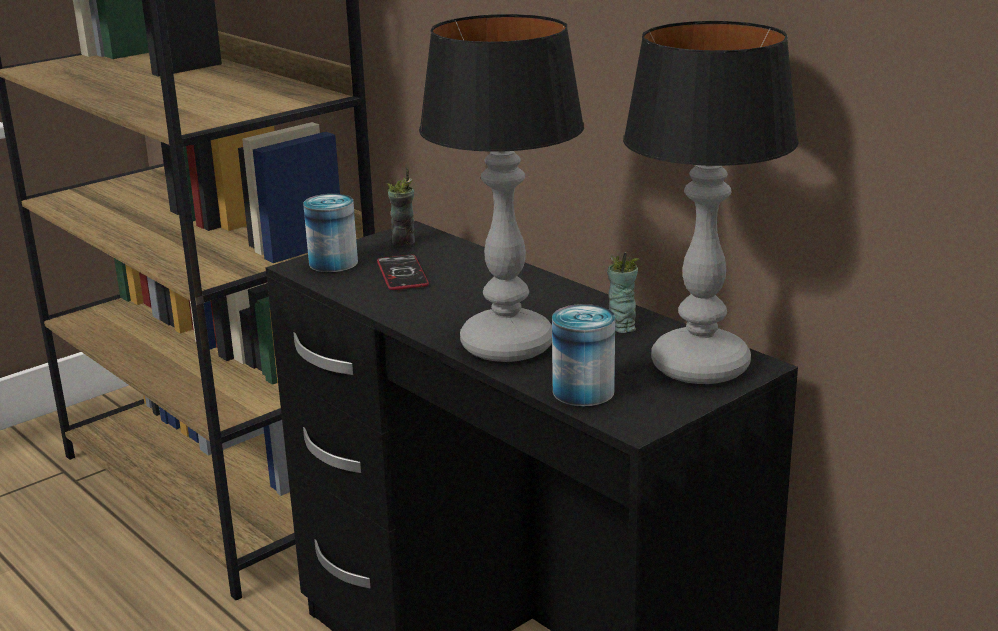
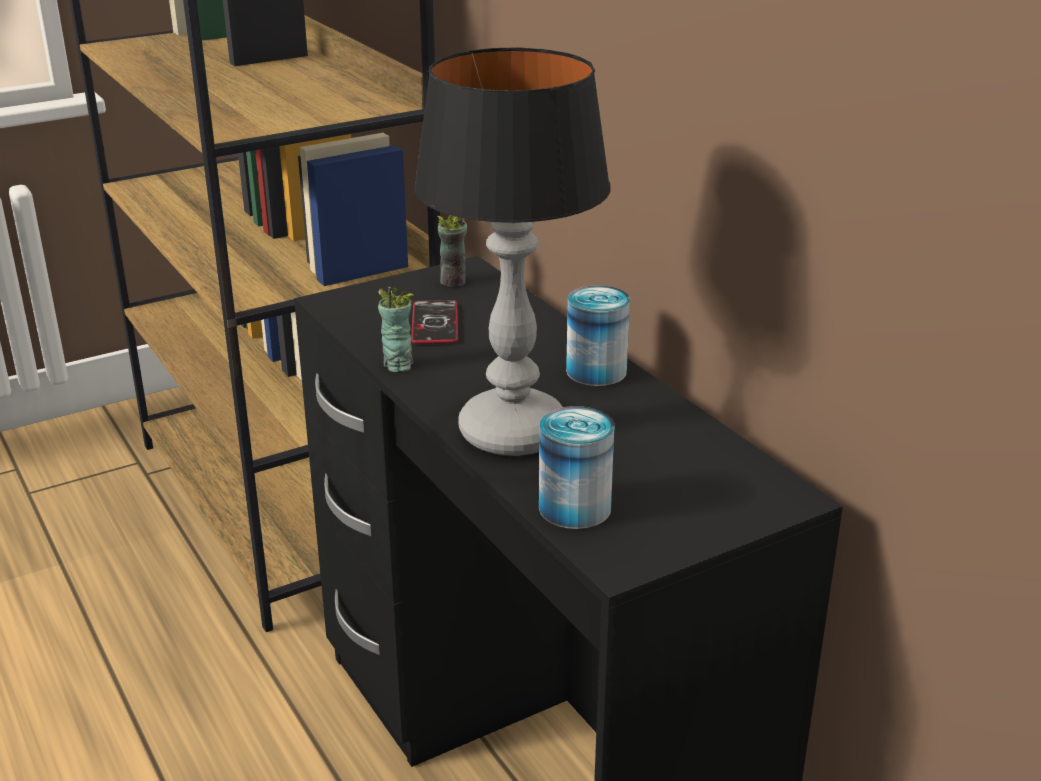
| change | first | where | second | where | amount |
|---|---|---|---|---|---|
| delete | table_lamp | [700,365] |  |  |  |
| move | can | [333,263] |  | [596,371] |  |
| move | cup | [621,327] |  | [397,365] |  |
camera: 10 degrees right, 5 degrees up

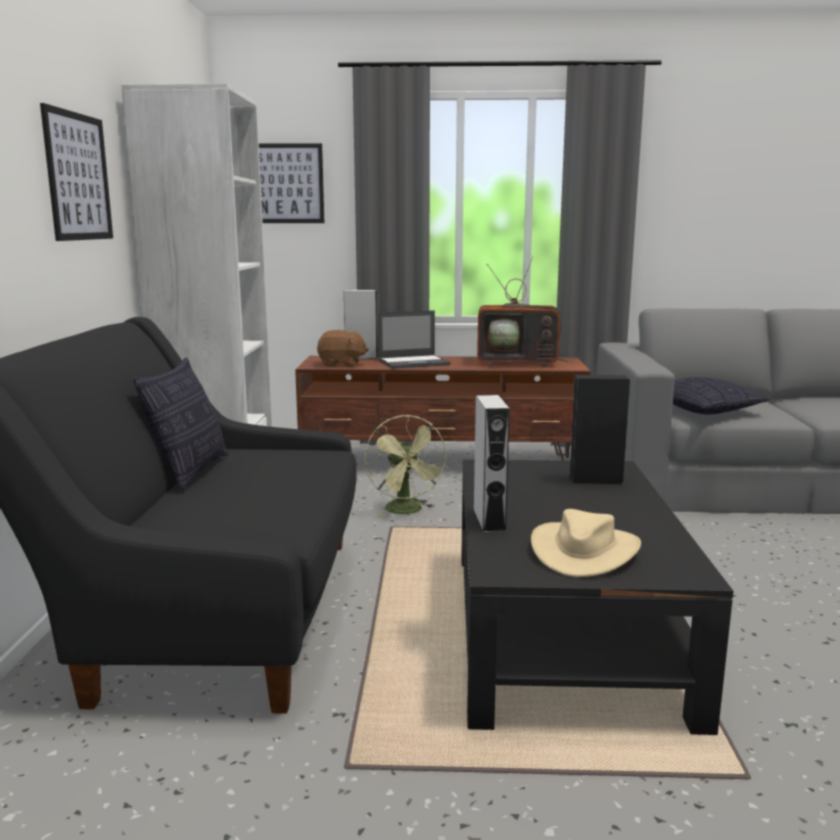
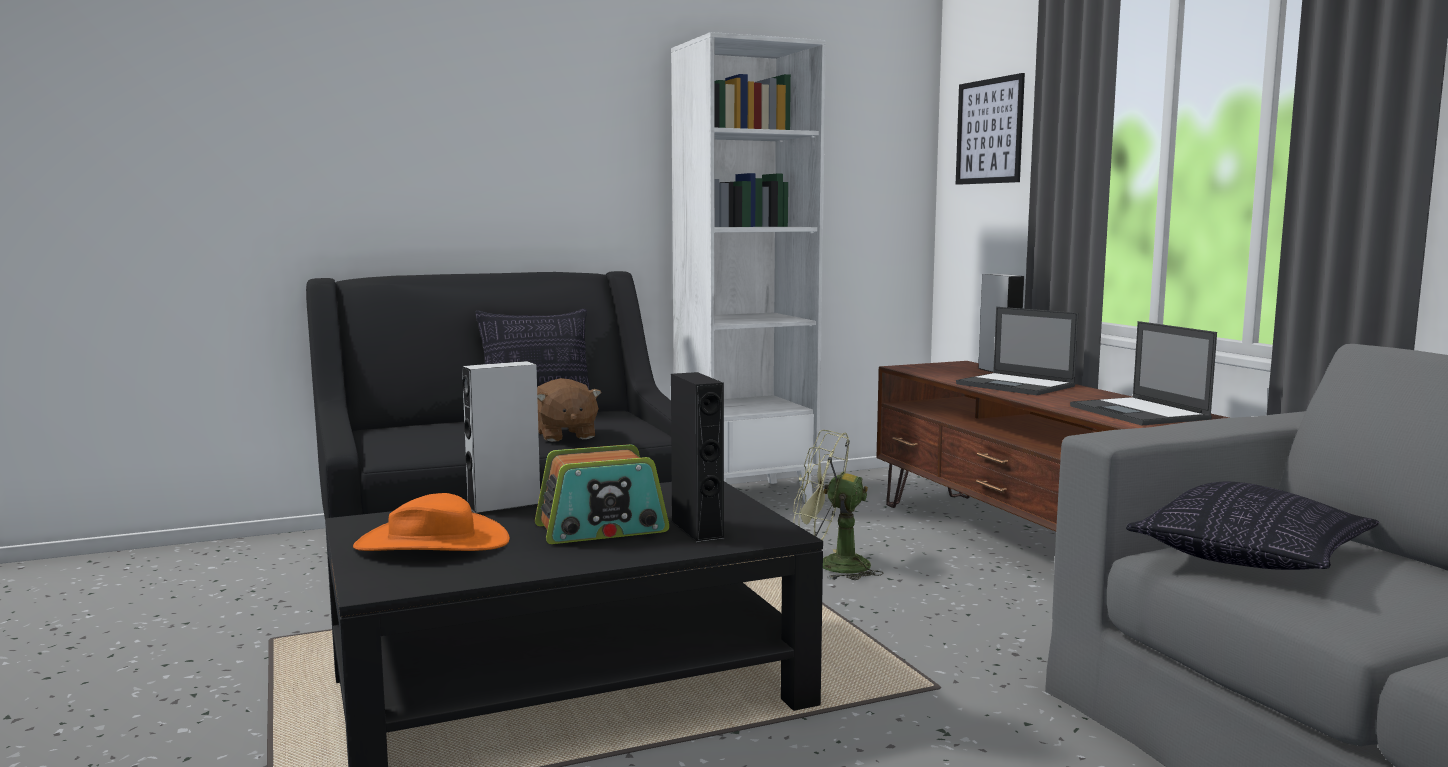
| change | first | where | second | where | amount |
|---|---|---|---|---|---|
| delete | picture | [78,177] |  |  |  |
| insert |  |  | radio | [602,529] |  |
| move | brown_plush_toy | [341,364] |  | [565,435] |  |
| replace | television | [519,362] | laptop | [1140,413] |  |
| recolor | beige_hat | [584,550] | orange_hat | [432,543] |  |
| rotate | green_fan | [407,511] |  | [832,565] | 60 degrees clockwise |
camera: 65 degrees right, 5 degrees down

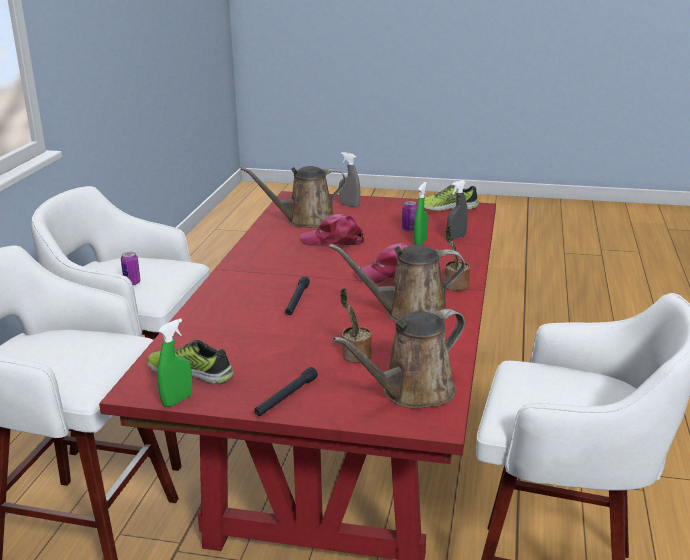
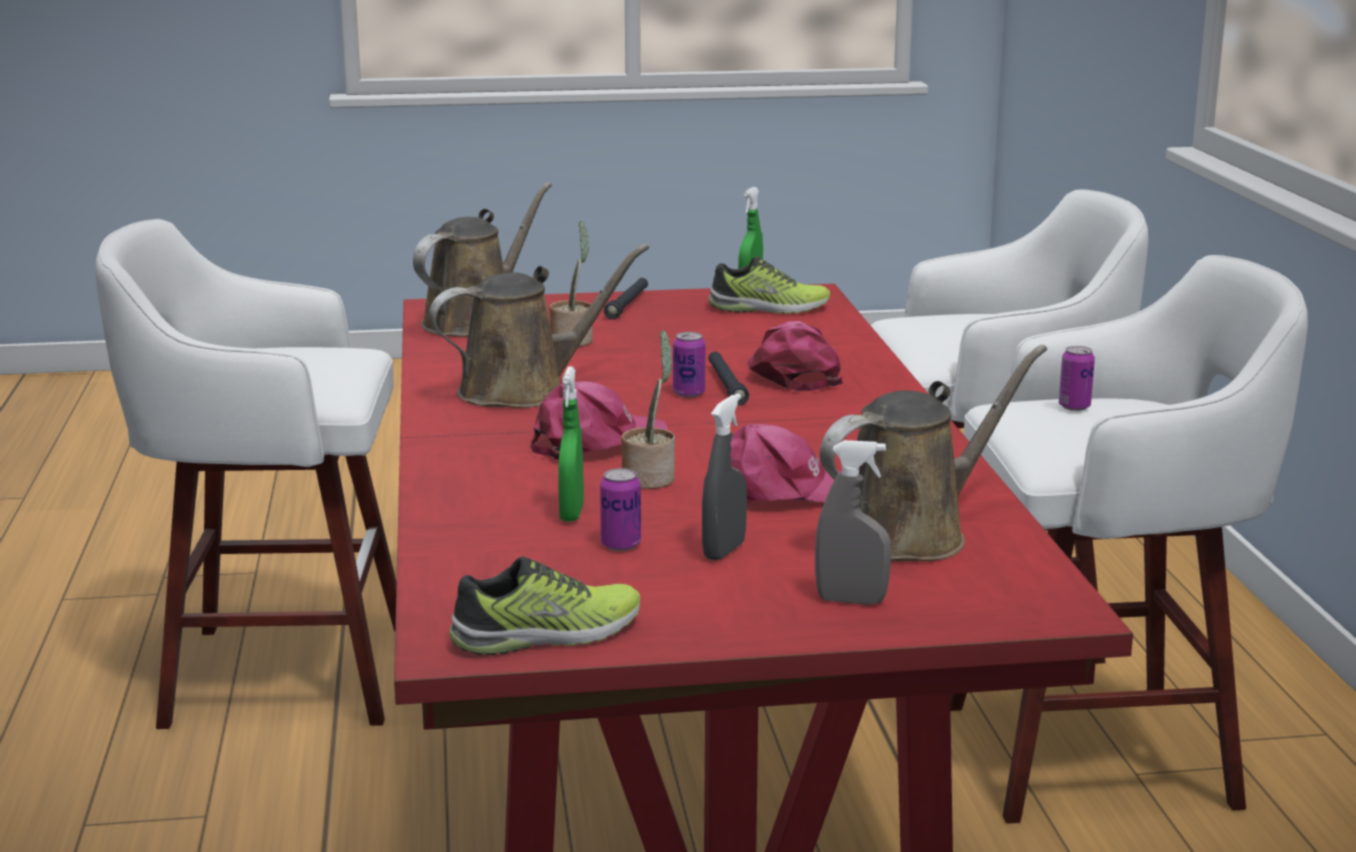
| change | first | where | second | where | amount |
|---|---|---|---|---|---|
| insert |  |  | can | [689,393] |  |
| insert |  |  | pink_cap | [792,374] |  |
| move | potted_plant | [454,286] |  | [650,478] |  |
| move | grey_spray_bottle | [456,238] |  | [724,551] |  |
camera: 160 degrees right, 5 degrees down

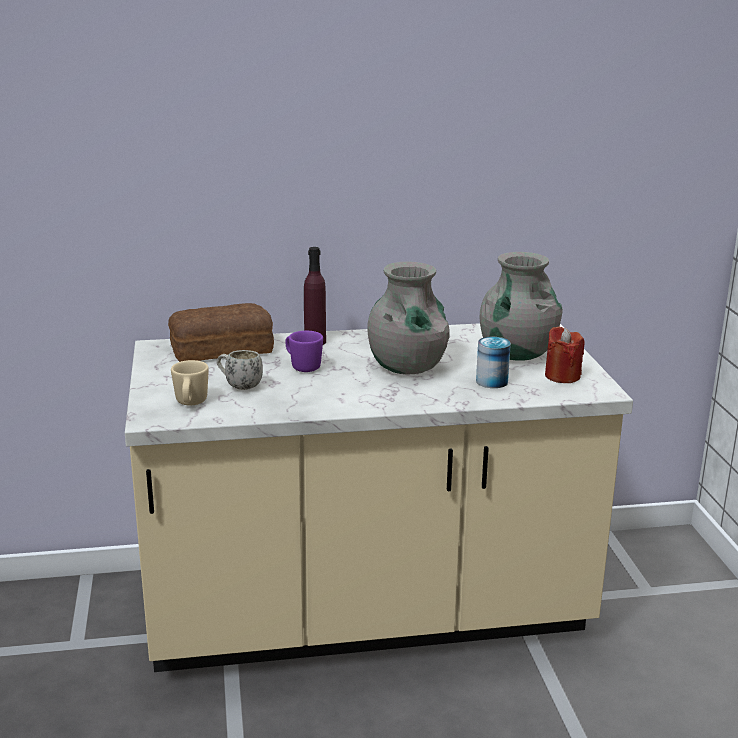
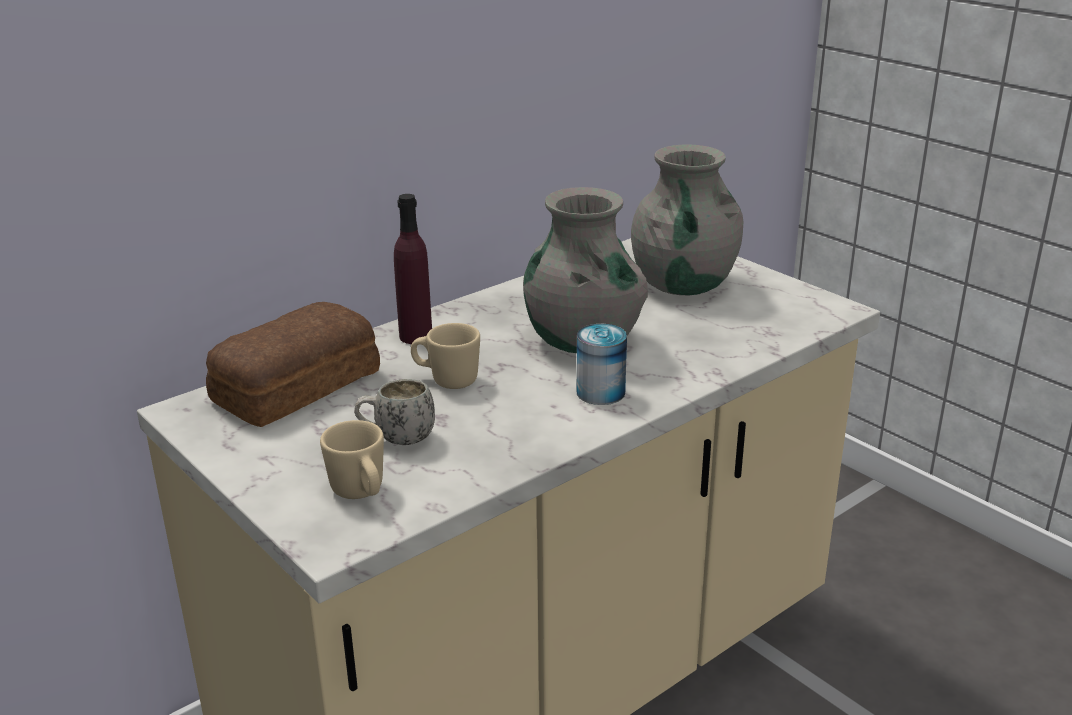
| change | first | where | second | where | amount |
|---|---|---|---|---|---|
| delete | red_candle | [562,376] |  |  |  |
| move | can | [491,381] |  | [600,392] |  |
| recolor | purple_mug | [302,366] | beige_mug | [446,380] |  |
camera: 30 degrees left, 5 degrees up

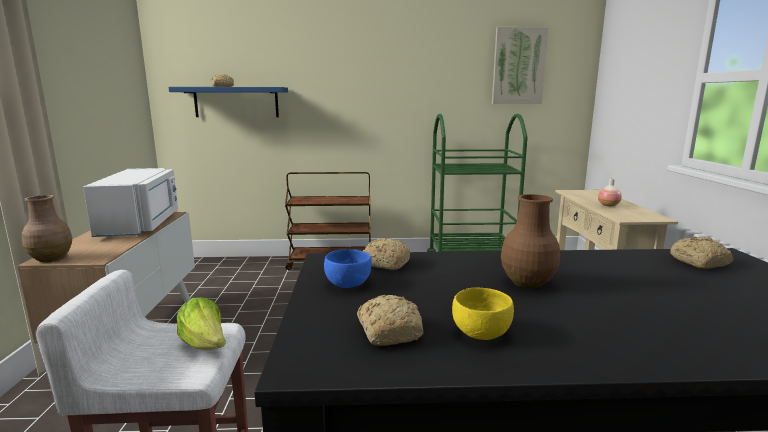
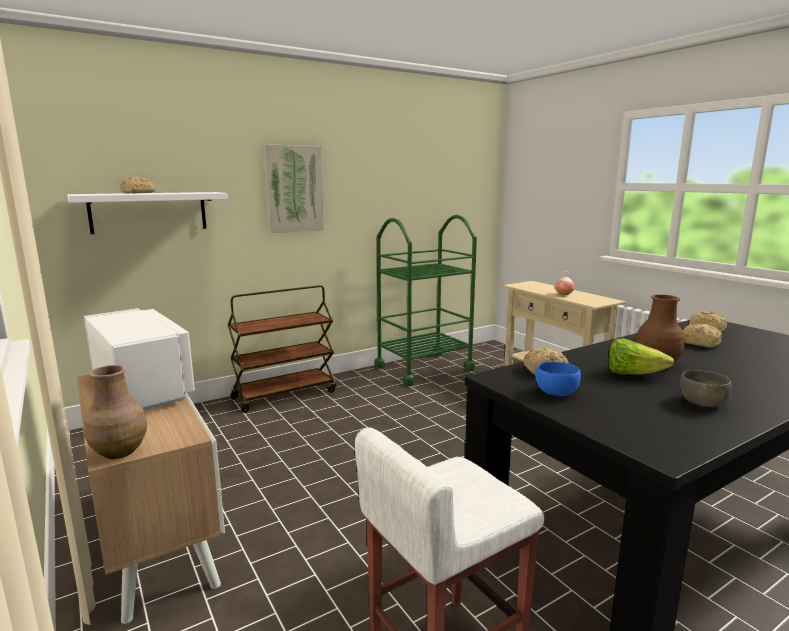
| change | first | where | second | where | amount |
|---|---|---|---|---|---|
| move | lettuce | [206,346] |  | [632,374] |  |
| move | bread | [390,331] |  | [698,343] |  |
| move | picture | [518,66] |  | [294,189] |  |
| recolor | blue_shelf | [236,102] | white_shelf | [149,212] |  |
| recolor | yellow_bowl | [480,332] | grey_bowl | [702,403] |  |
camera: 30 degrees left, 0 degrees up

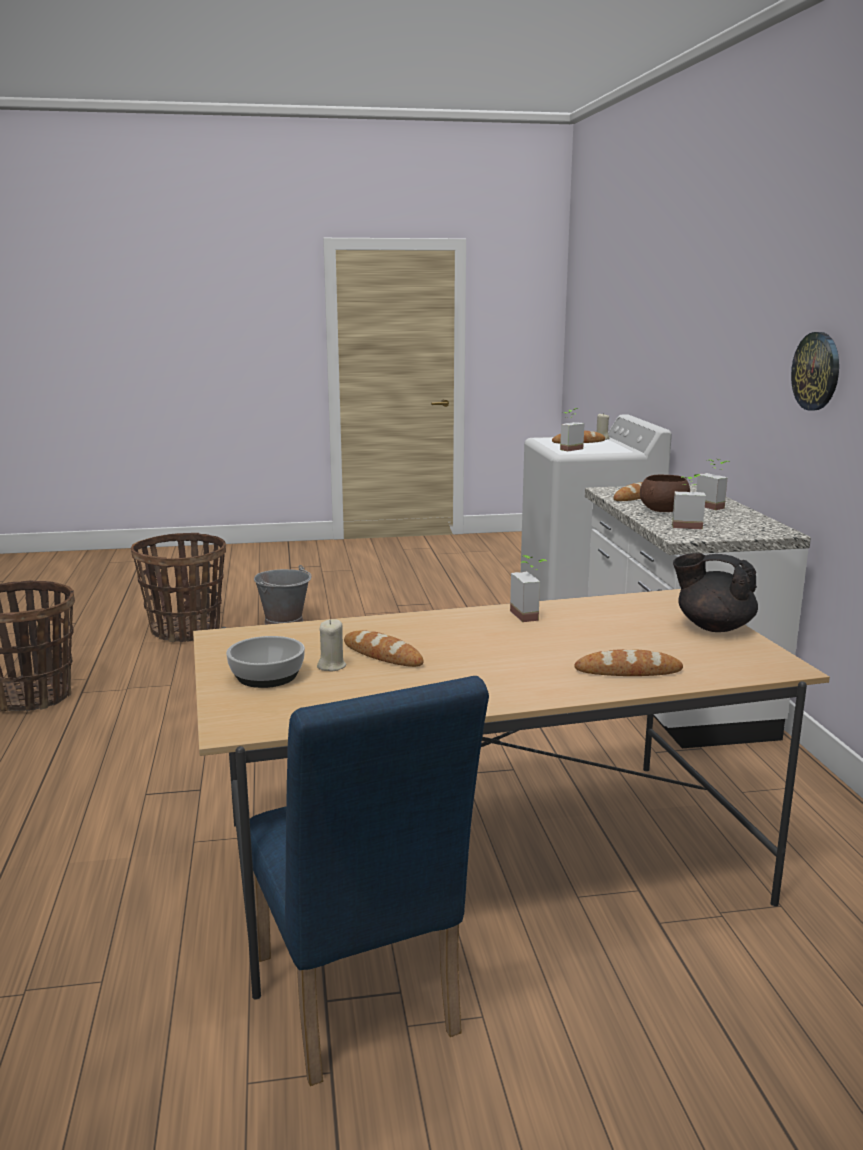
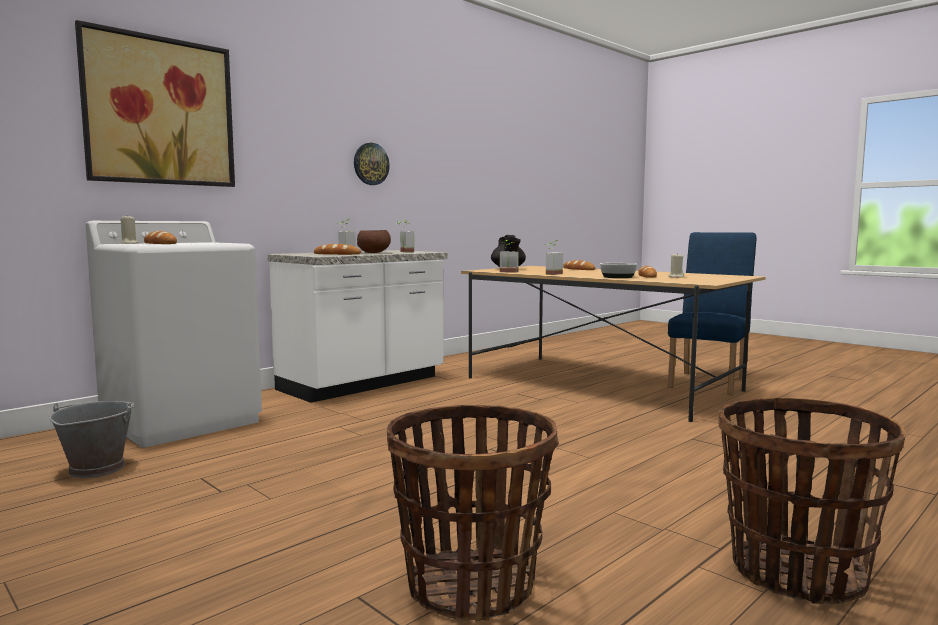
| change | first | where | second | where | amount |
|---|---|---|---|---|---|
| insert |  |  | picture | [160,111] |  |
| move | bowl | [266,676] |  | [618,277] |  |
| move | grey_bucket | [284,621] |  | [96,468] |  |
| move | potted_plant | [568,448] |  | [508,272] |  |
camera: 125 degrees left, 10 degrees down

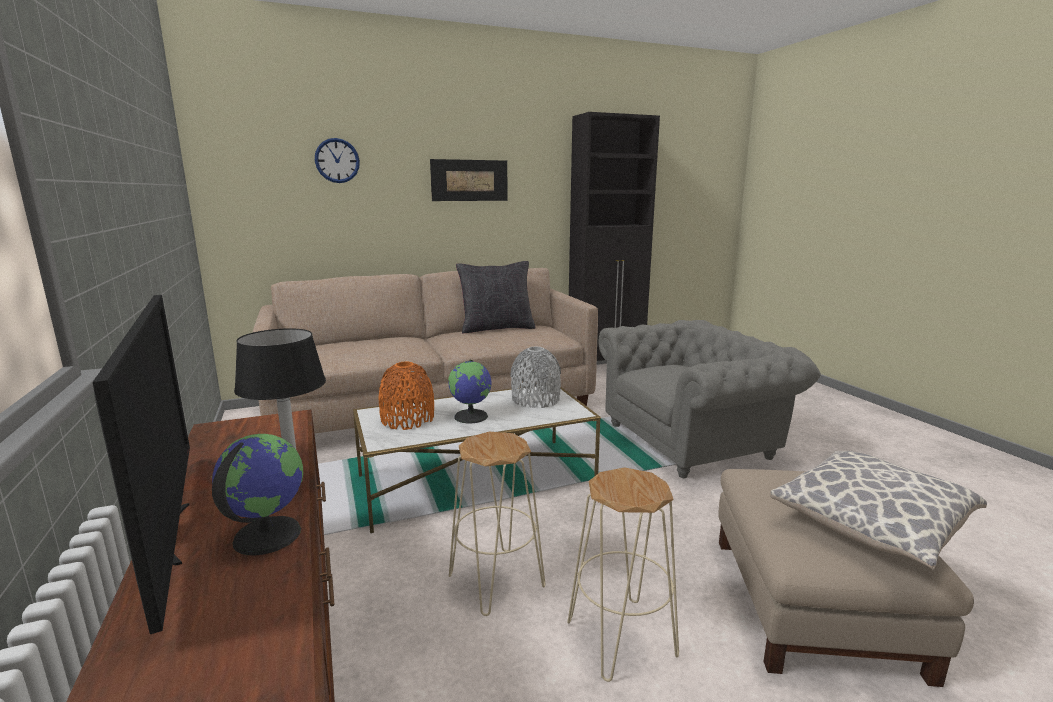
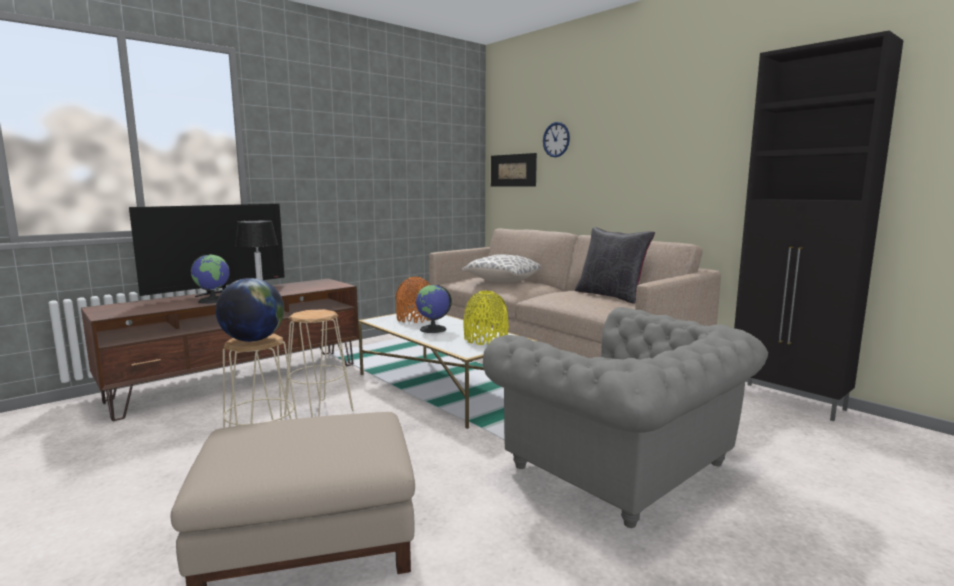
| change | first | where | second | where | amount |
|---|---|---|---|---|---|
| insert |  |  | globe | [253,340] |  |
| move | picture | [469,180] |  | [513,170] |  |
| move | pillow | [870,527] |  | [502,281] |  |
| recolor | grey_vase | [535,399] | yellow_vase | [485,339] |  |
camera: 70 degrees right, 5 degrees down

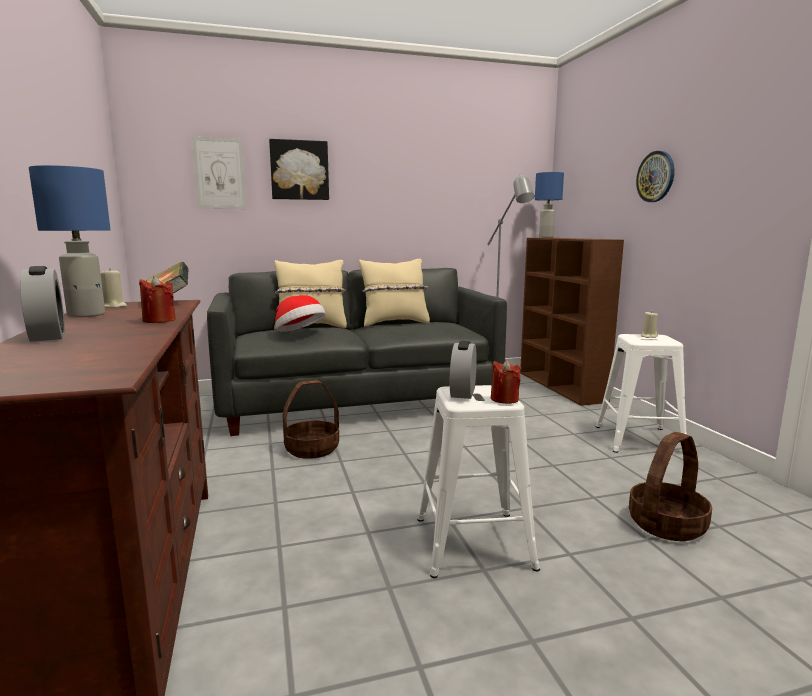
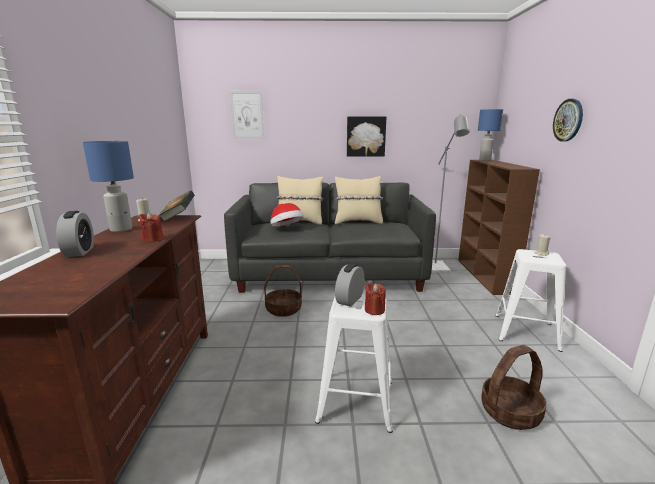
| change | first | where | second | where | amount |
|---|---|---|---|---|---|
| move | picture | [299,170] |  | [365,136] |  |
camera: 15 degrees right, 5 degrees up

